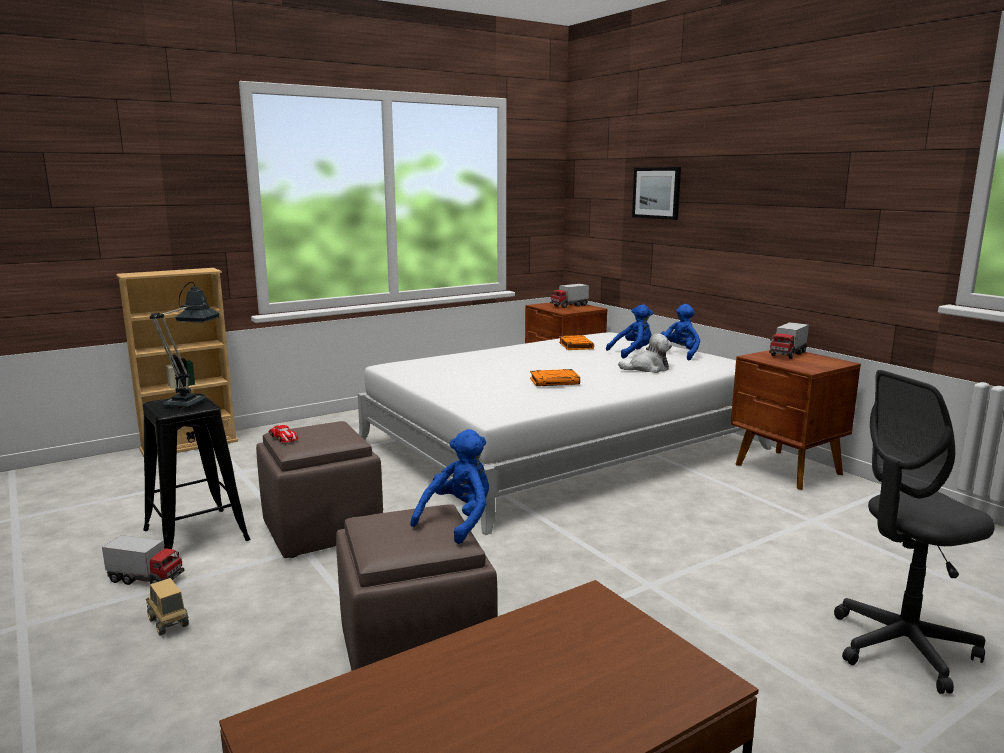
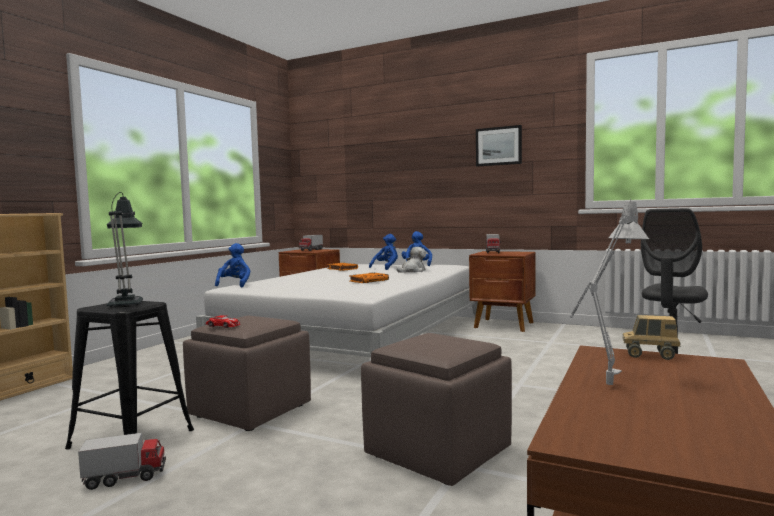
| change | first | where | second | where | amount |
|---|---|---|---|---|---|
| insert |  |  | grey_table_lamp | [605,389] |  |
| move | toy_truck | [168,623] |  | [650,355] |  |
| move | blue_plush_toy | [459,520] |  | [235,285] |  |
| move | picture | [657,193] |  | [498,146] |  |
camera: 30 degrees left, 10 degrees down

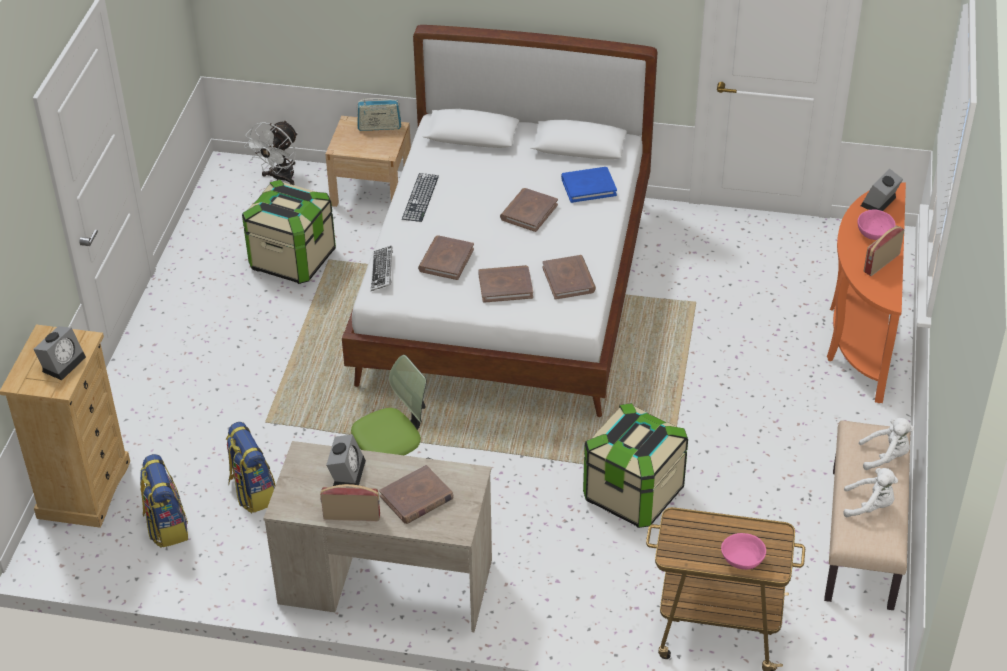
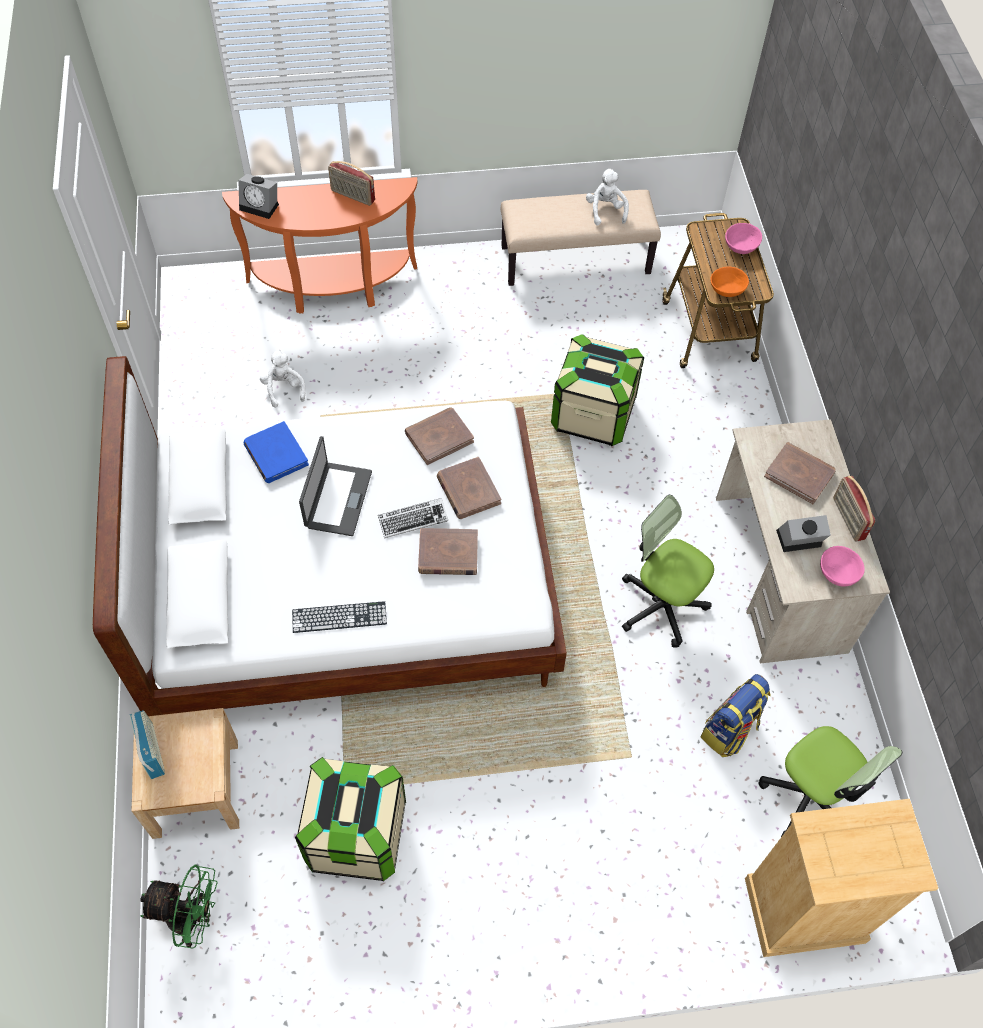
| change | first | where | second | where | amount |
|---|---|---|---|---|---|
| delete | alarm_clock | [63,362] |  |  |  |
| insert |  |  | orange_bowl | [727,290] |  |
| move | keyboard | [382,271] |  | [413,520] |  |
| move | pink_bowl | [873,233] |  | [837,574] |  |
| move | white_plush_toy | [885,456] |  | [284,389] |  |
| replace | backpack | [166,526] | office_chair | [809,797] |  |
| replace | brown_book | [529,212] | laptop | [337,499] |  |
| recolor | white_fan | [279,178] | green_fan | [192,919] |  |
camera: 110 degrees left, 15 degrees up

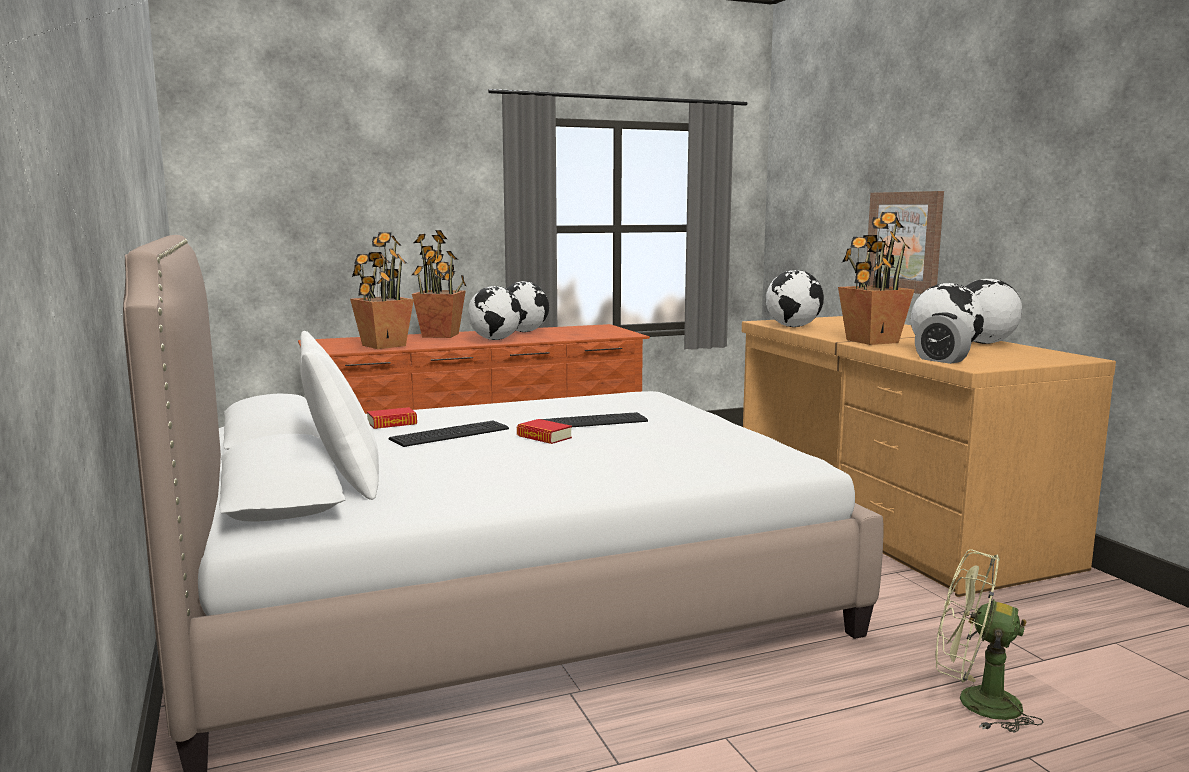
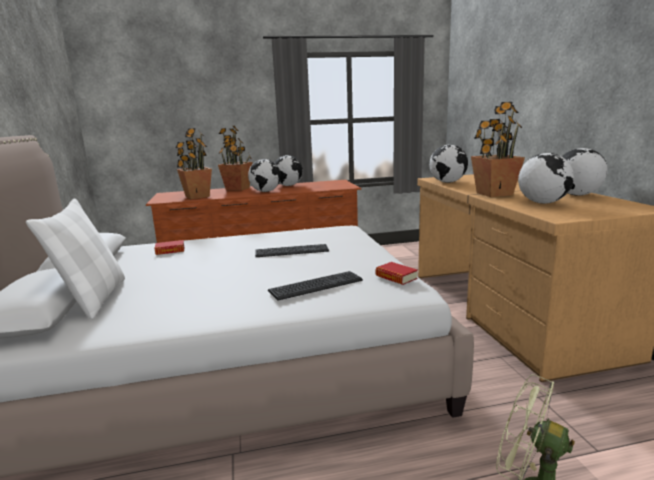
| change | first | where | second | where | amount |
|---|---|---|---|---|---|
| delete | picture | [905,241] |  |  |  |
| delete | alarm_clock | [941,360] |  |  |  |
| move | keyboard | [447,434] |  | [314,285] |  |
| move | book | [544,437] |  | [396,277] |  |
camera: 10 degrees right, 5 degrees up

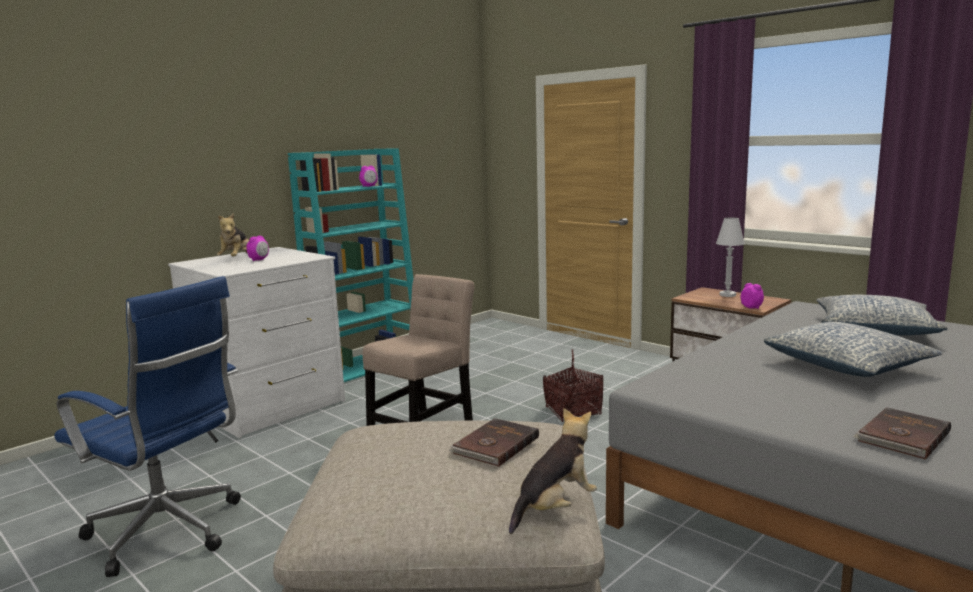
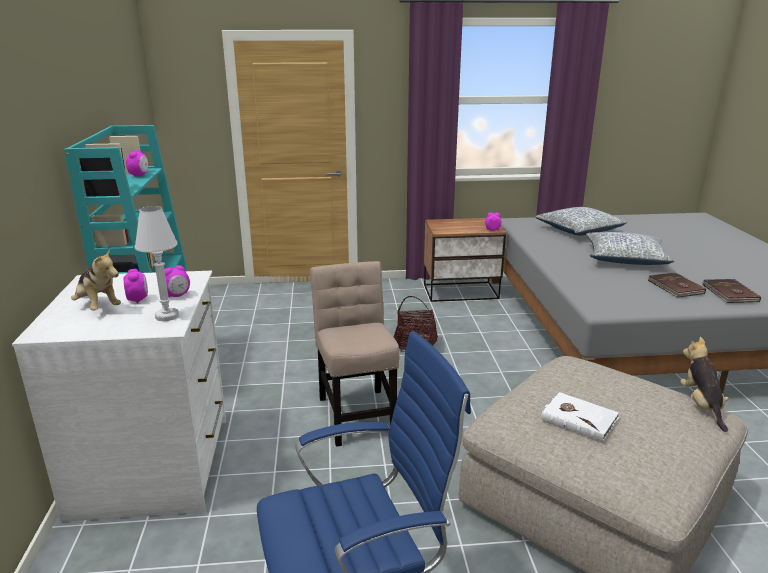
| change | first | where | second | where | amount |
|---|---|---|---|---|---|
| insert |  |  | alarm_clock | [177,295] |  |
| insert |  |  | white_book | [579,418] |  |
| move | brown_book | [495,445] |  | [675,287] |  |
| move | white_table_lamp | [727,295] |  | [167,316] |  |
camera: 50 degrees left, 10 degrees up

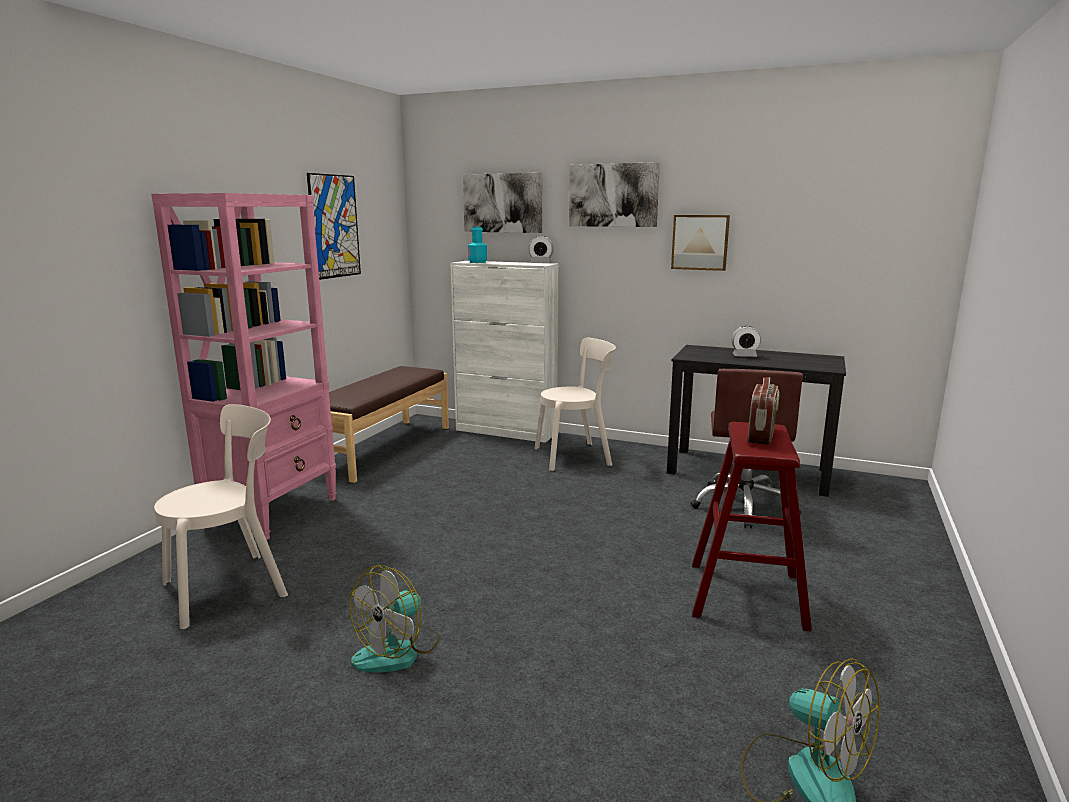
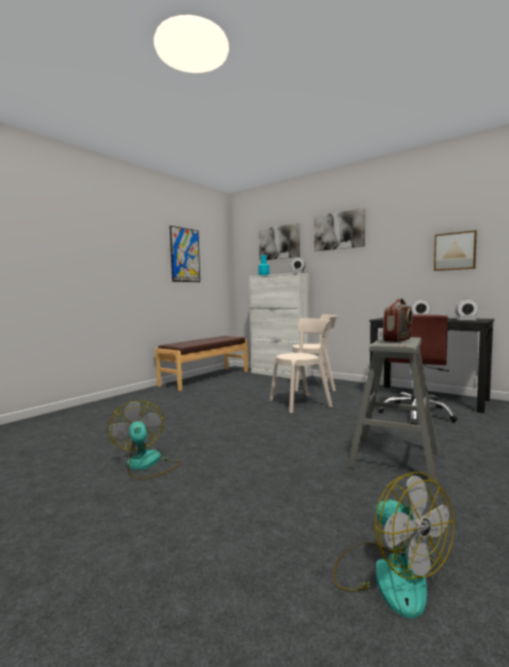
| change | first | where | second | where | amount |
|---|---|---|---|---|---|
| delete | pink_bookcase | [273,511] |  |  |  |
| insert |  |  | alarm_clock | [466,320] |  |
| move | beige_chair | [231,587] |  | [302,403] |  |
| move | picture | [700,242] |  | [455,251] |  |
| recolor | red_stool | [746,594] | grey_stool | [395,459] |  |
| rotate | fan | [398,650] |  | [146,465] | 105 degrees clockwise |
camera: 15 degrees right, 10 degrees down

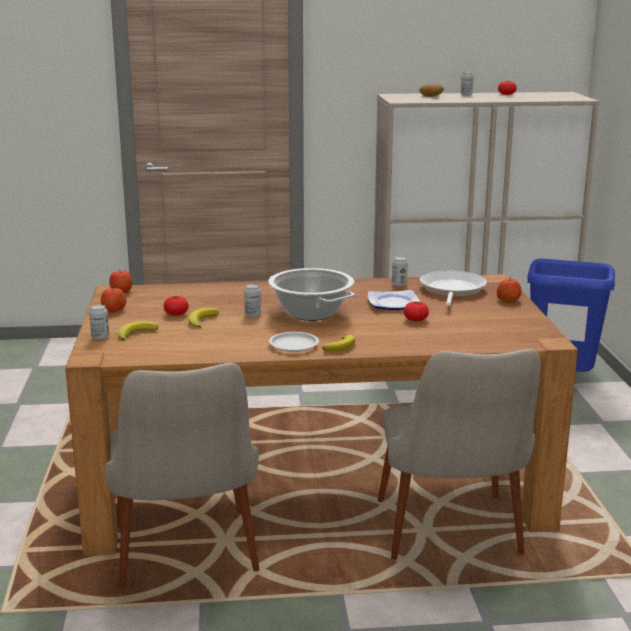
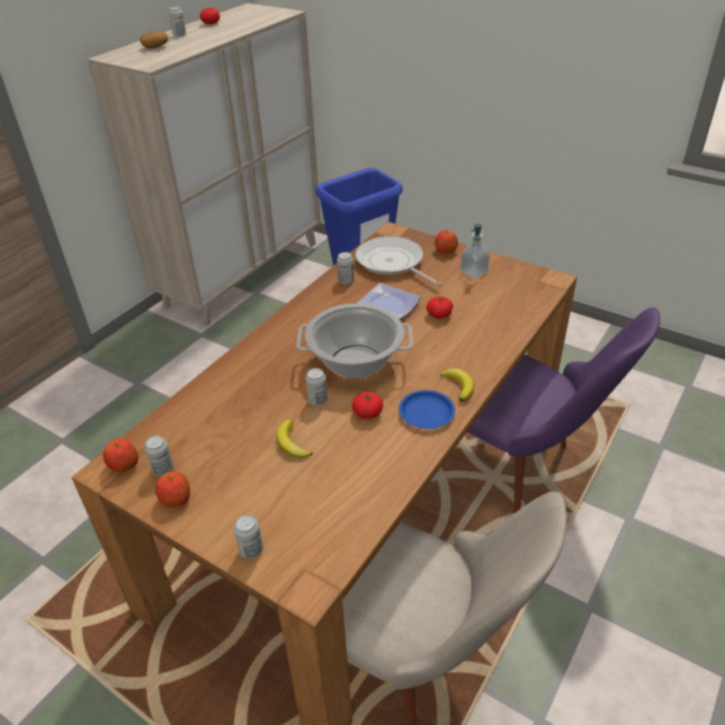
| change | first | where | second | where | amount |
|---|---|---|---|---|---|
| delete | banana | [136,333] |  |  |  |
| insert |  |  | can | [163,469] |  |
| insert |  |  | soap_dispenser | [474,272] |  |
| move | tomato | [176,314] |  | [367,413] |  |
| recolor | white_plate | [293,345] | blue_plate | [427,413] |  |
| recolor | beige_chair | [453,543] | purple_chair | [521,473] |  |
camera: 50 degrees left, 20 degrees up

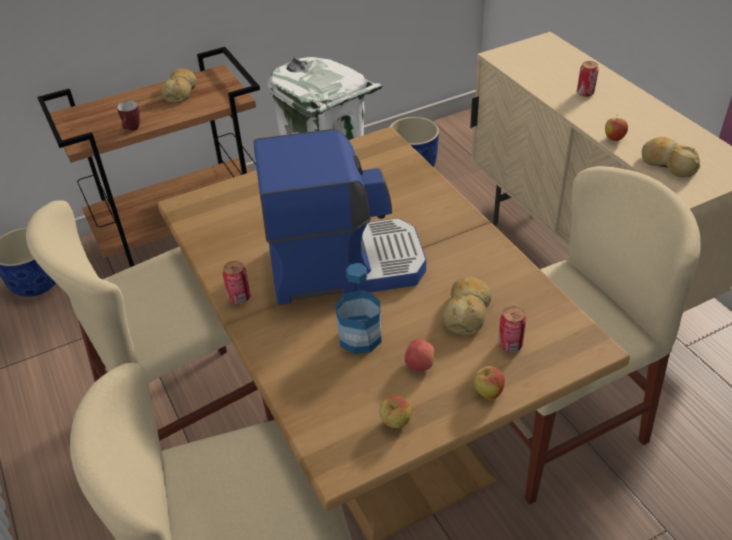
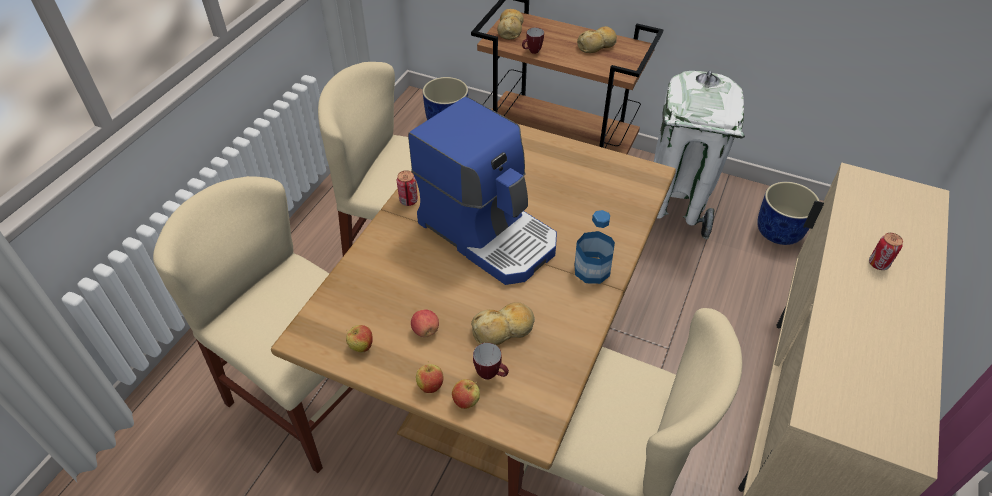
| change | first | where | second | where | amount |
|---|---|---|---|---|---|
| move | bottle | [360,337] |  | [592,270] |  |
| move | apple | [614,138] |  | [466,402] |  |
| move | bread | [668,164] |  | [510,29] |  |
| replace | can | [510,345] | mug | [491,375] |  |
camera: 50 degrees right, 5 degrees up

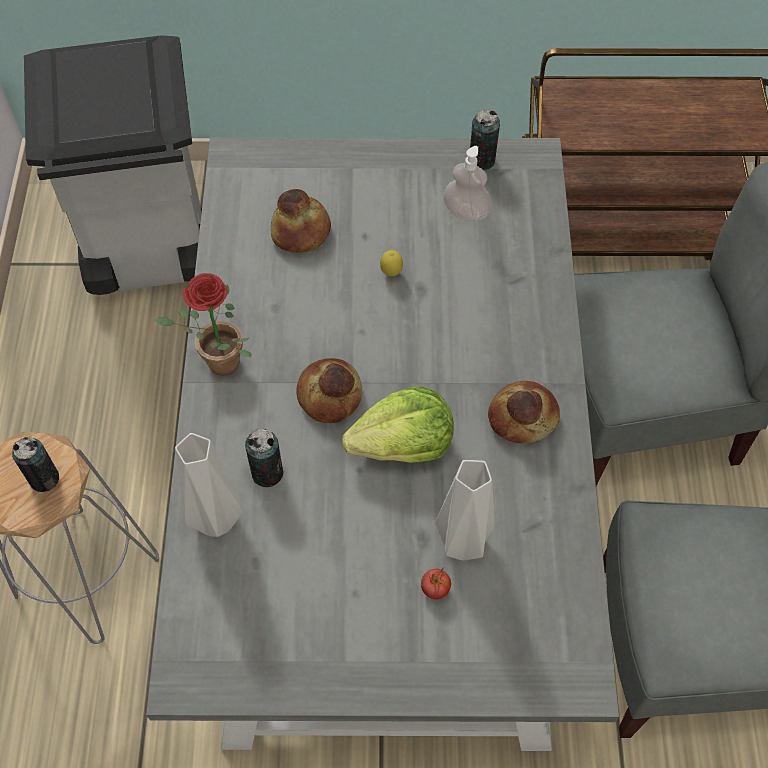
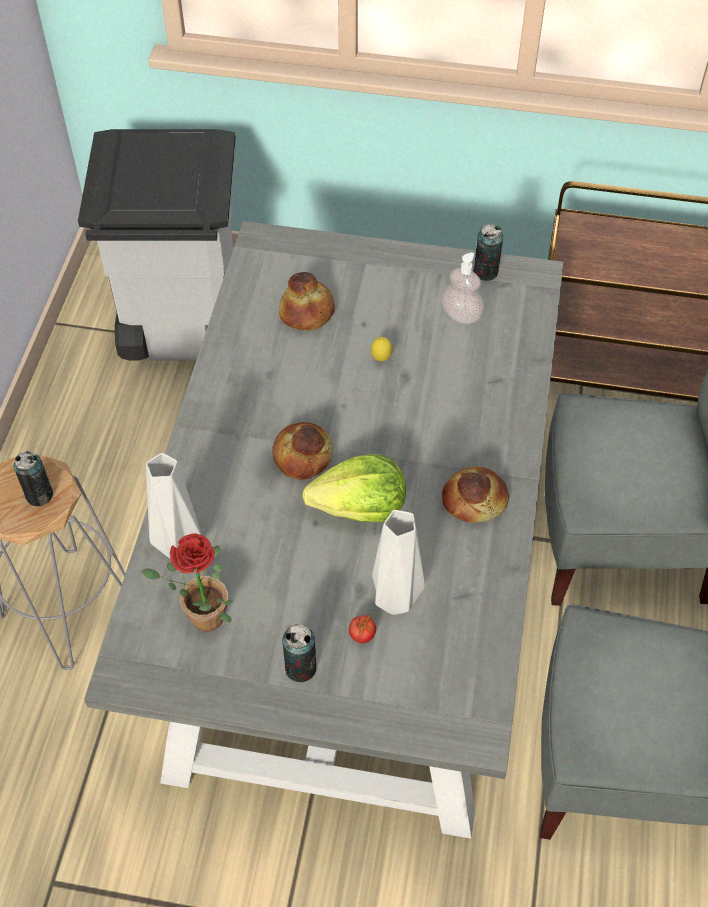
| change | first | where | second | where | amount |
|---|---|---|---|---|---|
| move | potted_plant | [217,365] |  | [200,619] |  |
| move | can | [267,473] |  | [300,668] |  |
camera: 10 degrees right, 5 degrees down

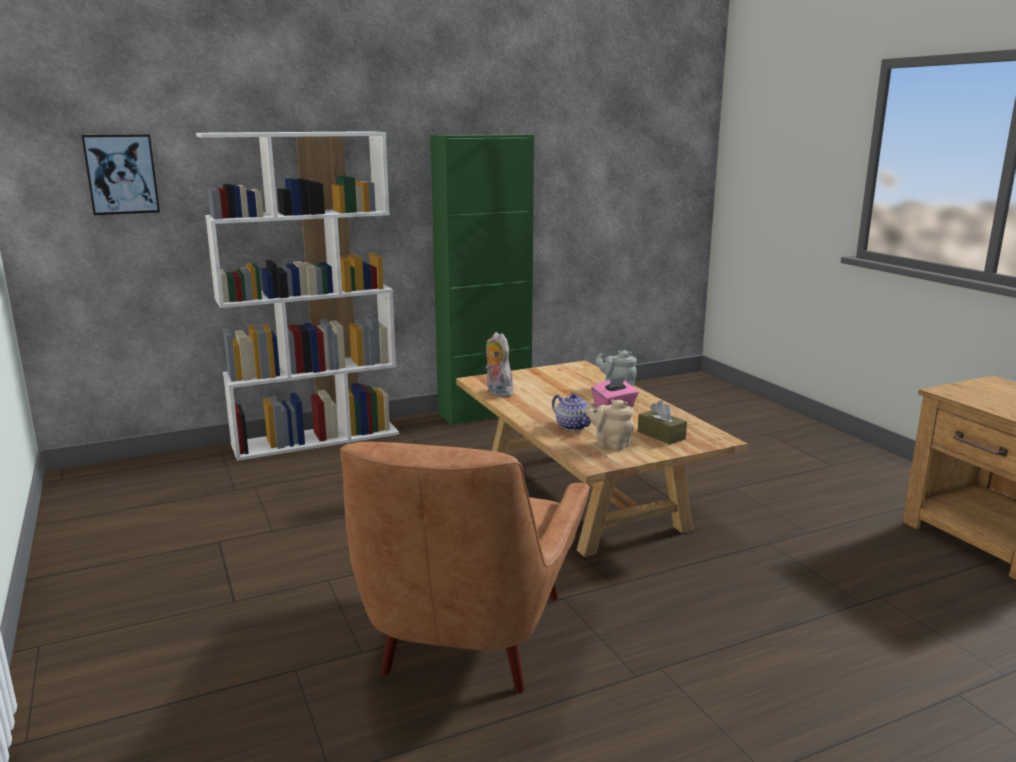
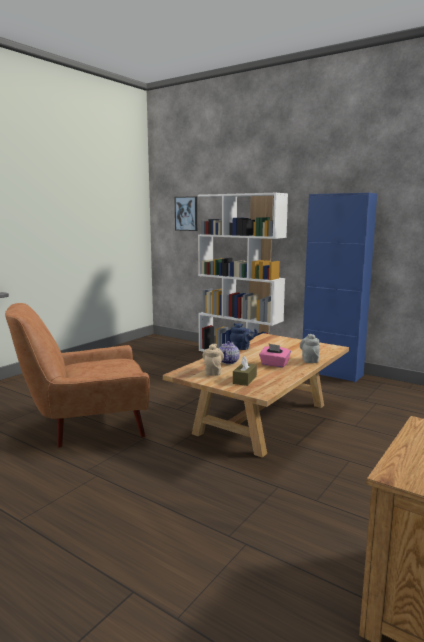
| change | first | where | second | where | amount |
|---|---|---|---|---|---|
| delete | plush_toy | [497,392] |  |  |  |
| insert |  |  | blue_teapot | [242,348] |  |
| recolor | green_cabinet | [484,413] | blue_cabinet | [331,373] |  |
camera: 60 degrees right, 5 degrees down

